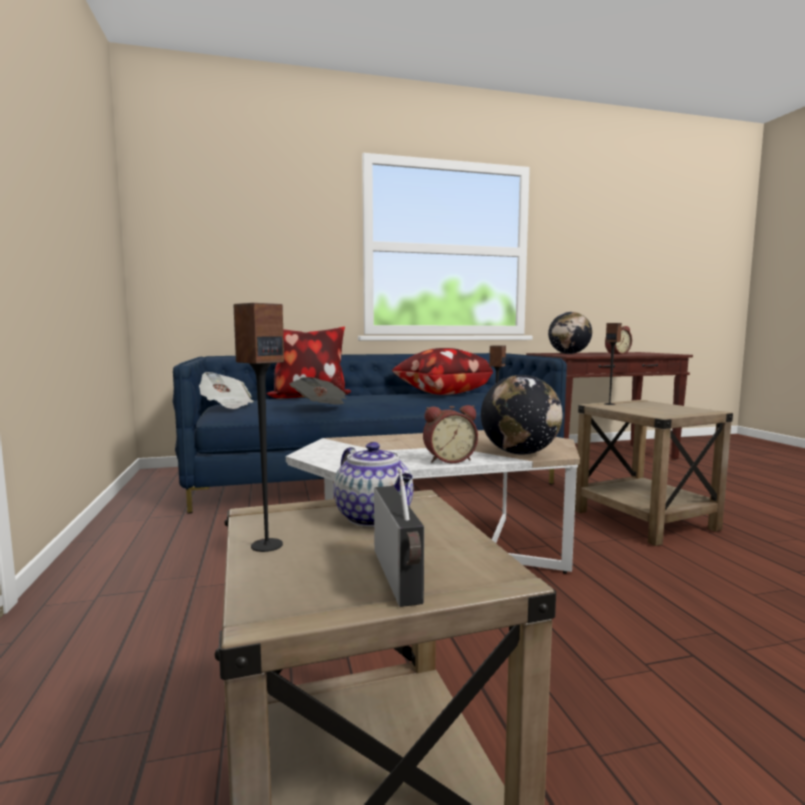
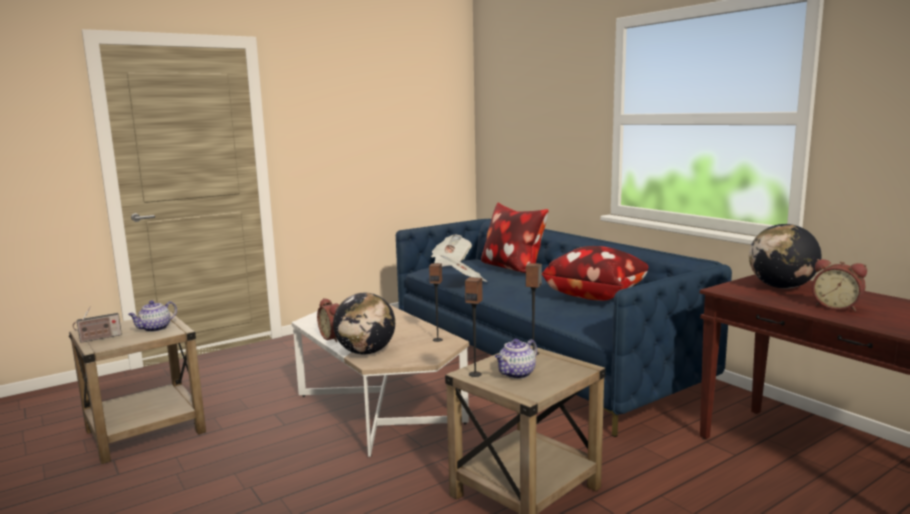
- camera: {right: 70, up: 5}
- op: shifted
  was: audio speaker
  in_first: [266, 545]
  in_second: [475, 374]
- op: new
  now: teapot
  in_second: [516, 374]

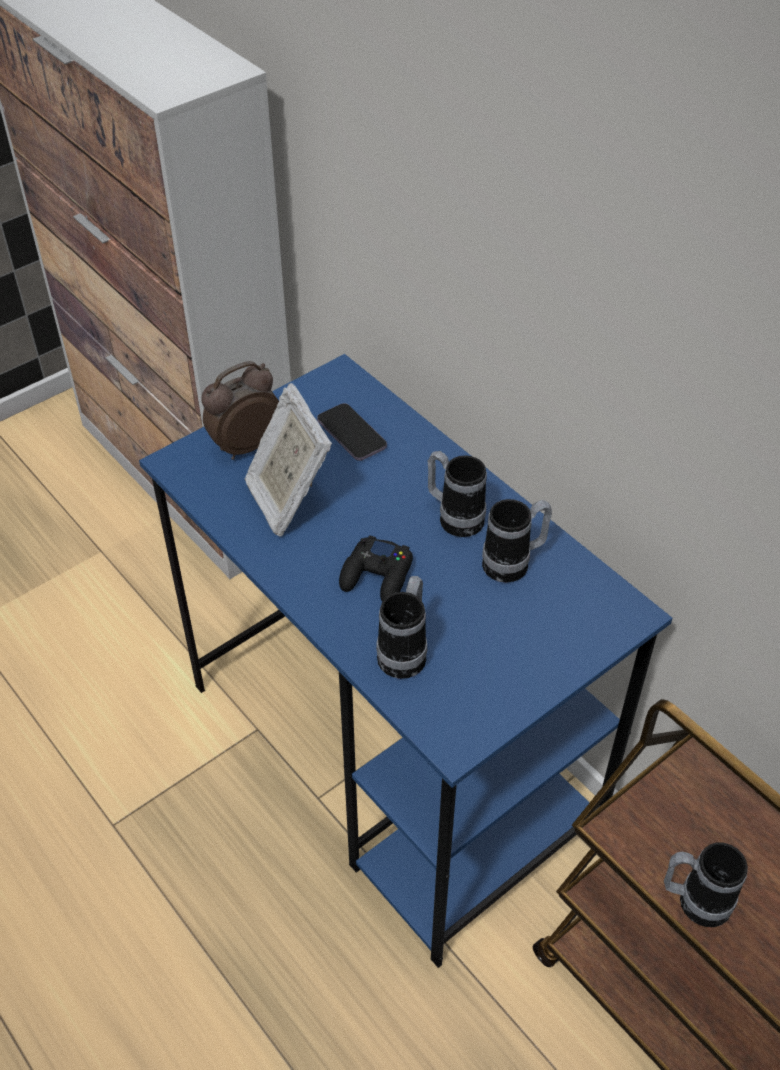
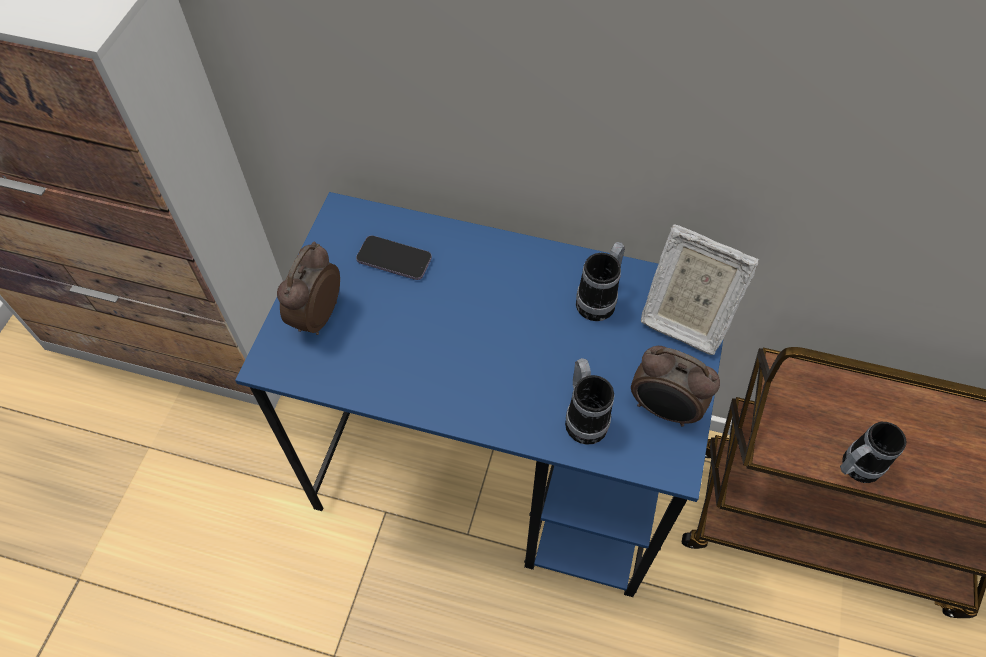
- camera: {right: -35, up: 10}
- op: shifted
  was: standing frame
  in_first: [288, 499]
  in_second: [684, 319]
- op: gone
  was: black joypad
  in_first: [377, 576]
- op: gone
  was: coffee mug
  in_first: [454, 517]
- op: new
  now: bedside clock
  in_second: [664, 410]

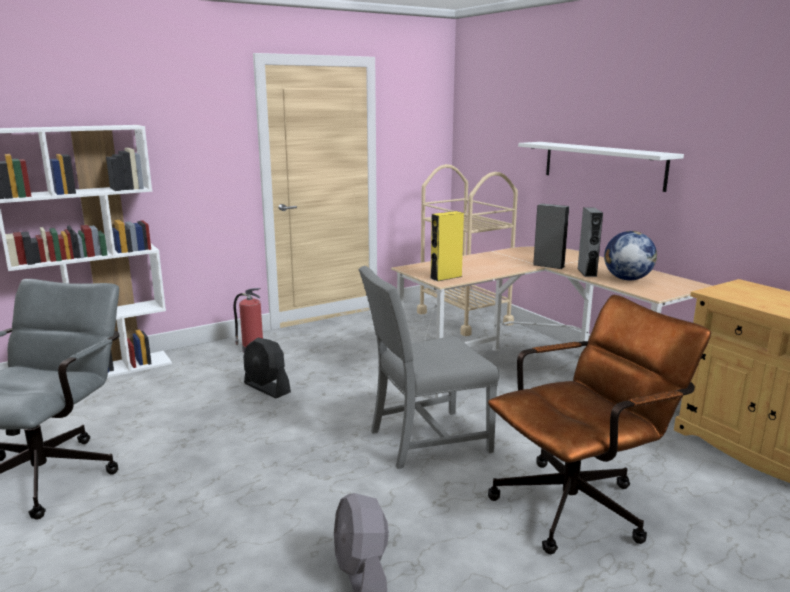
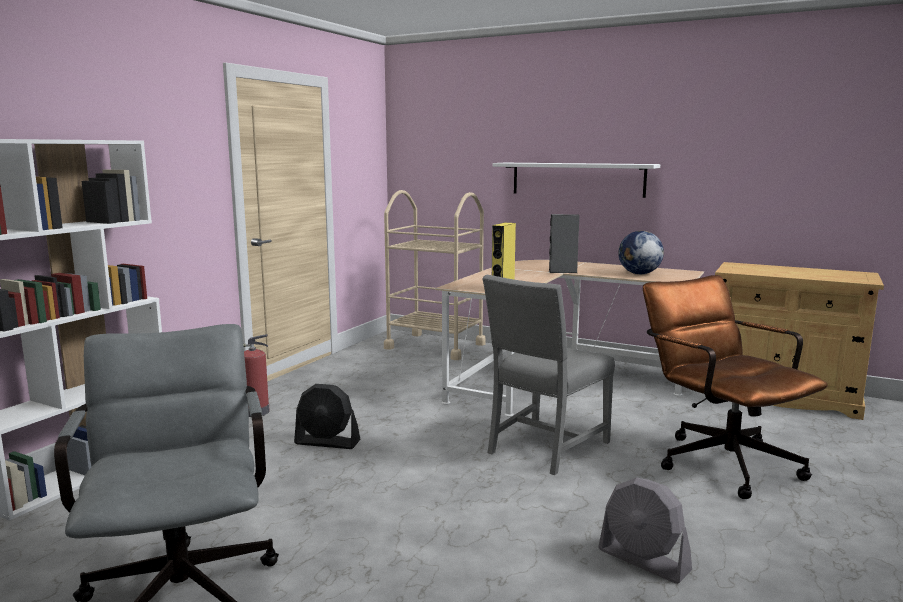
- camera: {right: -30, up: -5}
- op: rotated
  was: brown office chair
  in_first: [580, 504]
  in_second: [718, 459]
  clockwise: -60
- op: gone
  was: greyish audio speaker
  in_first: [587, 272]

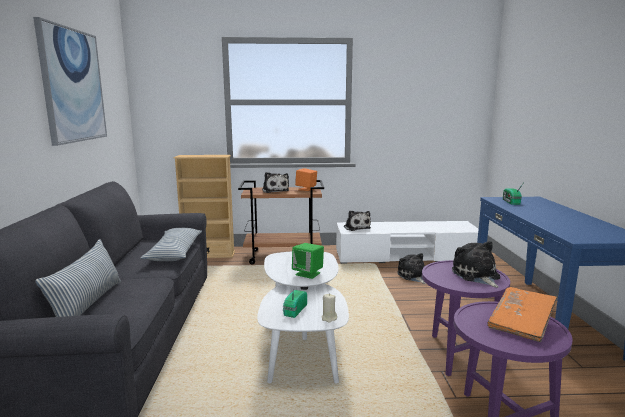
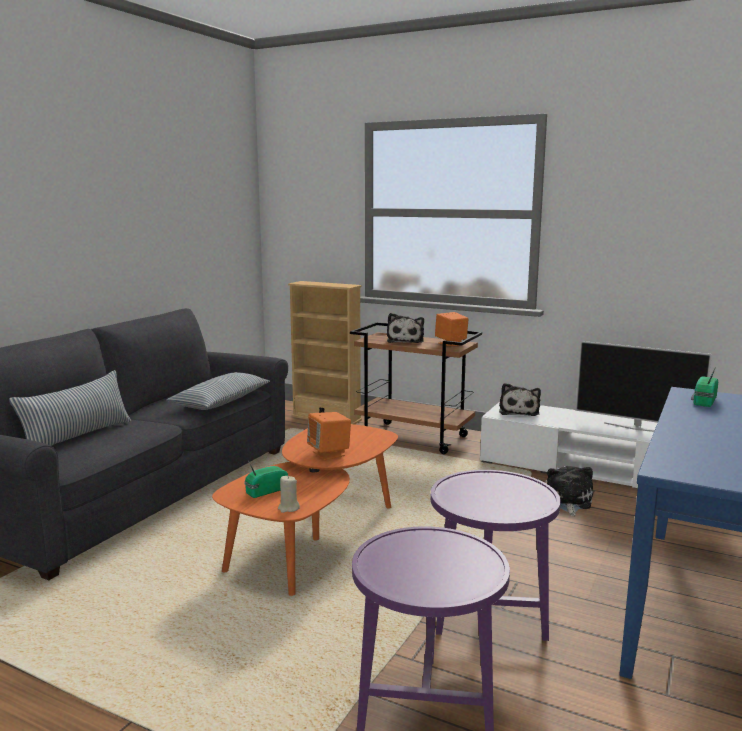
- camera: {right: 30, up: 0}
- op: gone
  was: wall art
  in_first: [73, 85]
- op: repainted
  was: white-coloured low table
  now: orange-coloured low table
  in_first: [302, 338]
  in_second: [315, 538]
- op: repainted
  was: green-coloured audio speaker
  now: orange-coloured audio speaker
  in_first: [308, 274]
  in_second: [329, 453]
- op: gone
  was: cuddly toy
  in_first: [476, 275]
- op: gone
  was: orange-coloured bound book
  in_first: [521, 323]
- op: new
  now: TV set
  in_second: [636, 428]

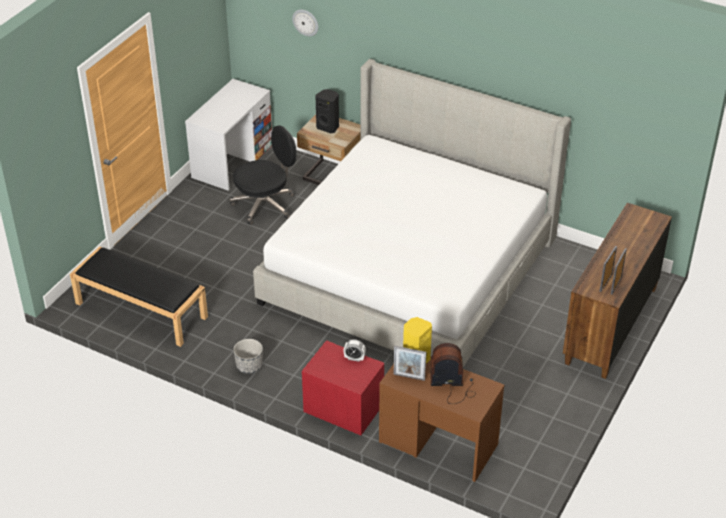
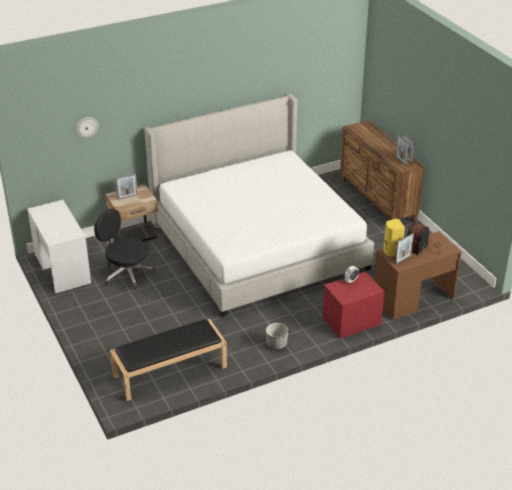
- camera: {right: -55, up: -5}
- op: rotated
  was: black office chair
  in_first: [265, 205]
  in_second: [126, 273]
  clockwise: -60
- op: swapped
  was: black audio speaker
  now: standing frame
  in_first: [328, 127]
  in_second: [127, 197]

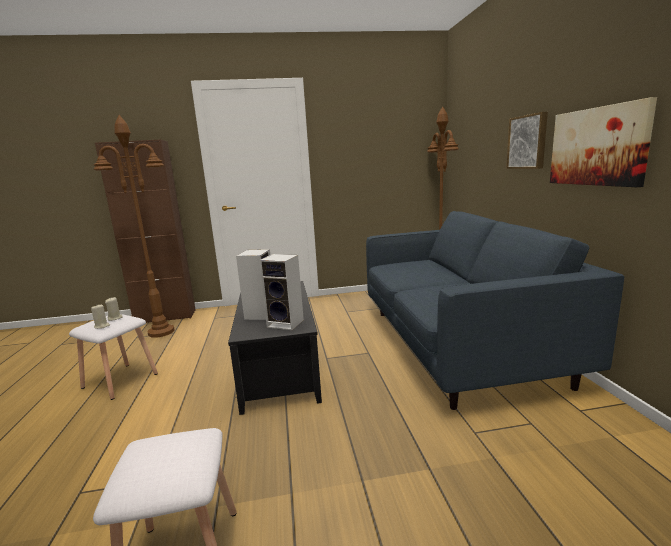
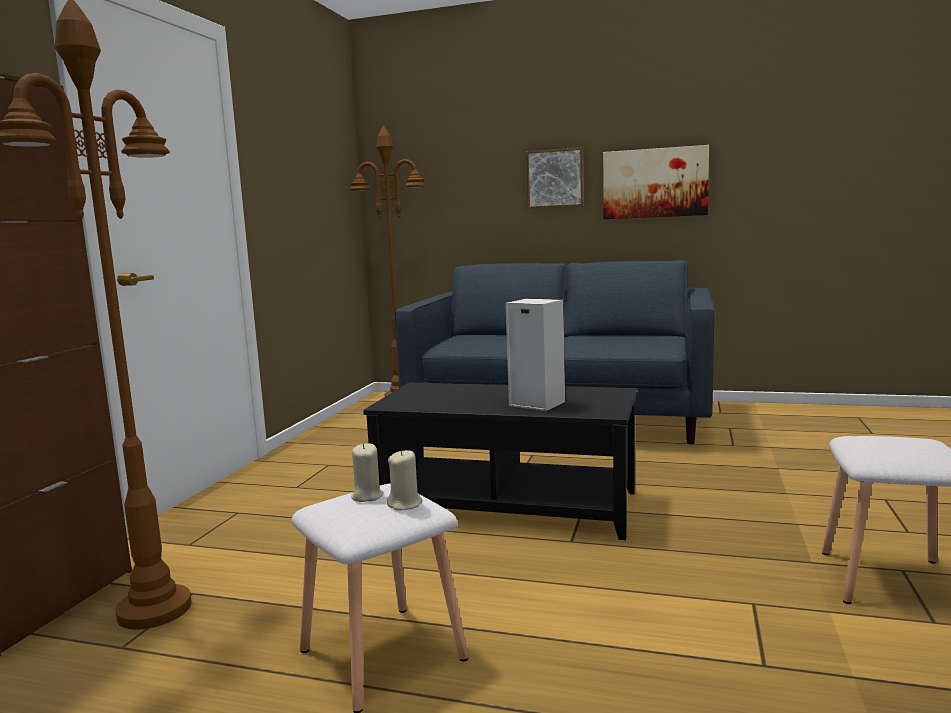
- camera: {right: -65, up: -5}
- op: gone
  was: audio speaker
  in_first: [287, 323]

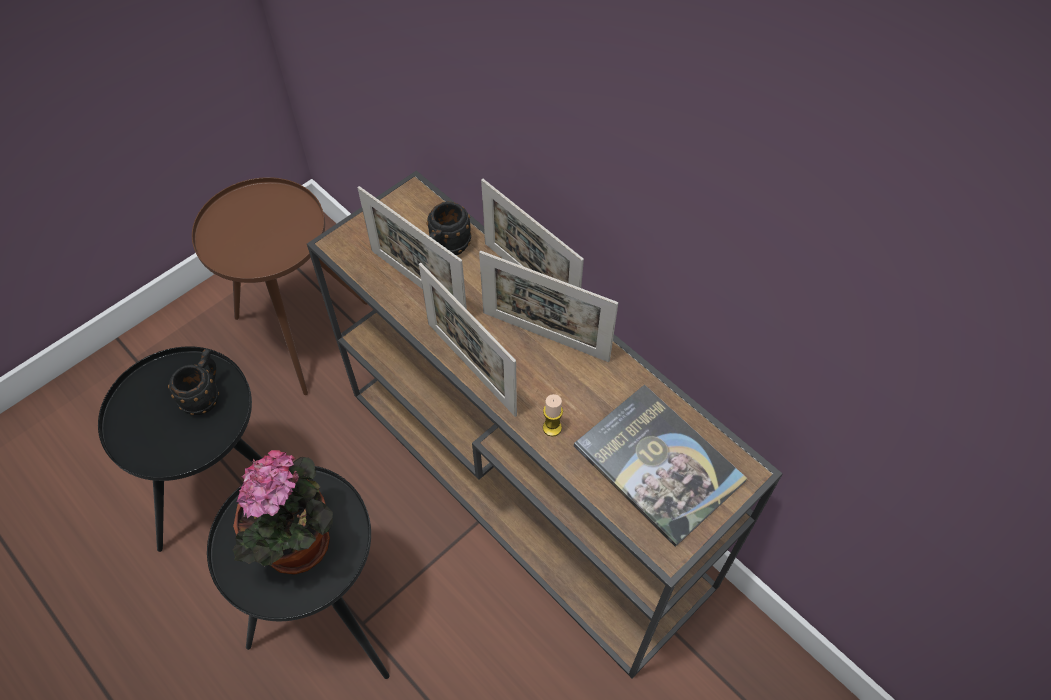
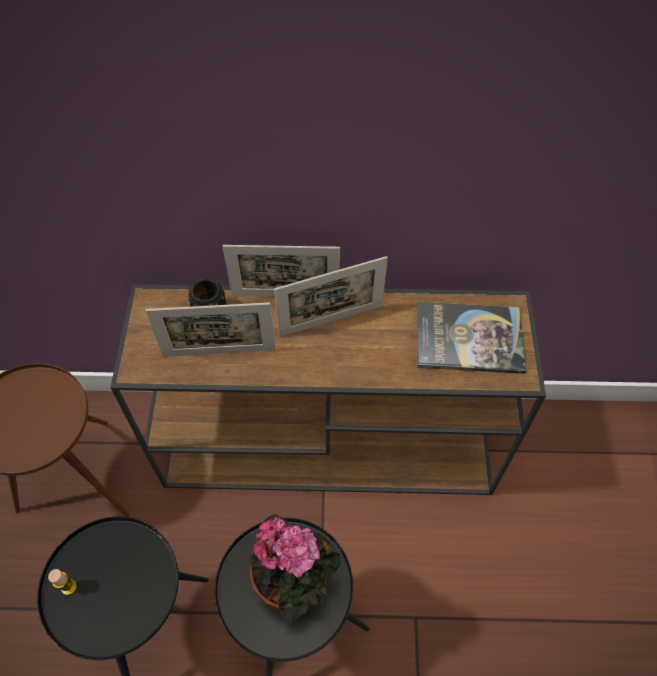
- camera: {right: -45, up: 0}
- op: gone
  was: black coffee mug
  in_first: [205, 395]
- op: gone
  was: standing frame
  in_first: [471, 368]
- op: shifted
  was: wax candle
  in_first: [552, 428]
  in_second: [69, 587]

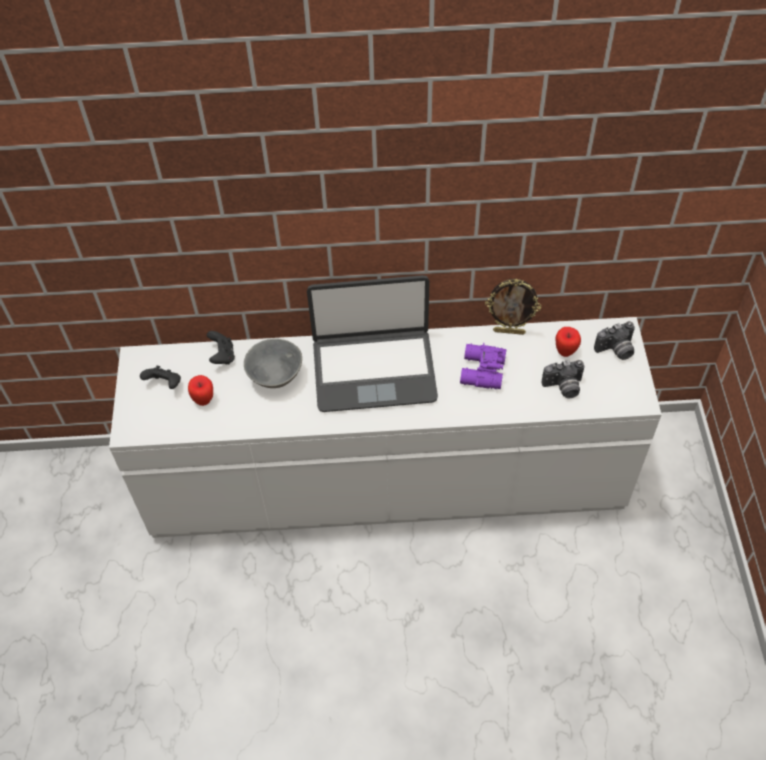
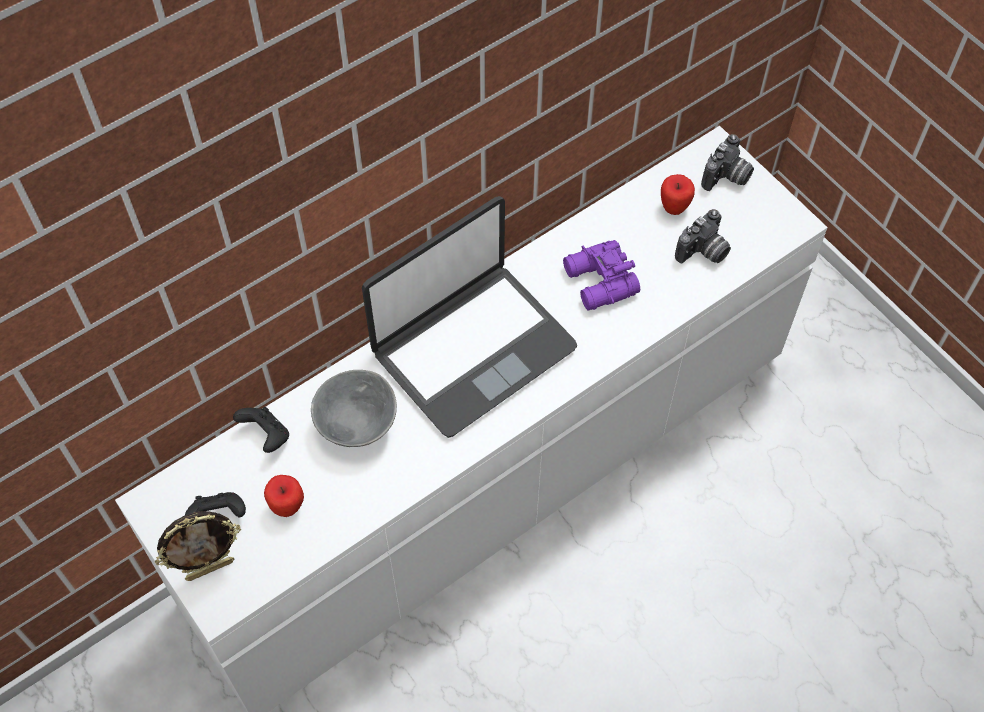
- camera: {right: -35, up: 5}
- op: shifted
  was: standing frame
  in_first: [509, 331]
  in_second: [210, 568]

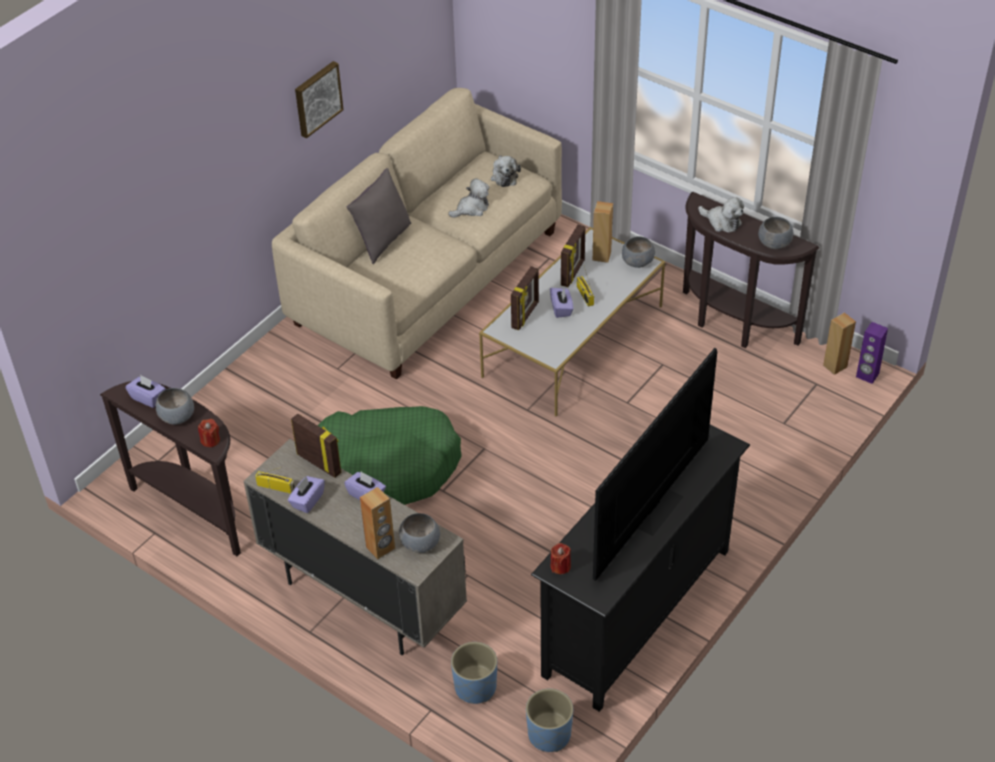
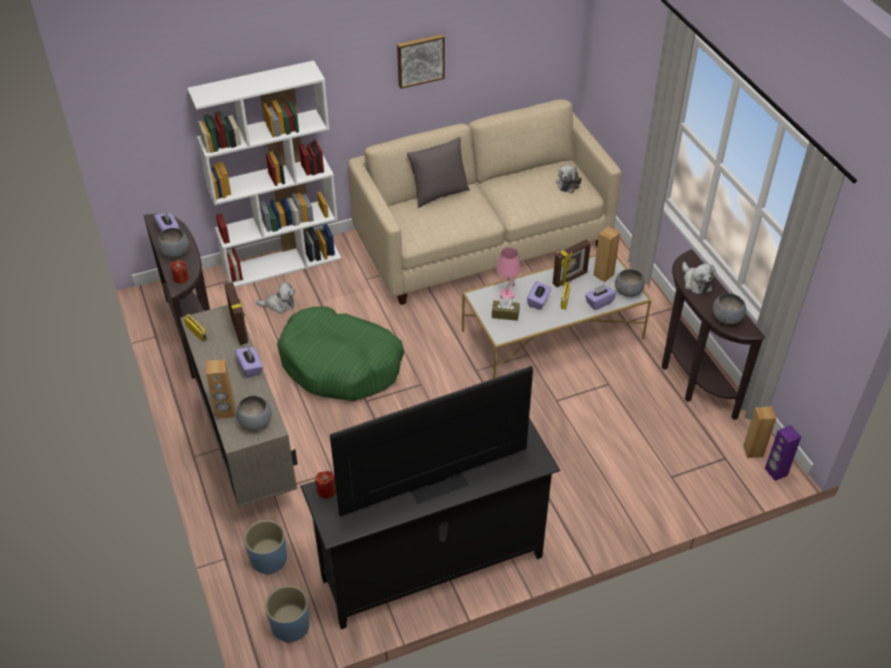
- camera: {right: 30, up: 0}
- op: shifted
  was: purple-coloured box of tissues
  in_first: [307, 501]
  in_second: [599, 302]
- op: shifted
  was: cuddly toy
  in_first: [471, 208]
  in_second: [279, 304]
- op: swapped
  was: standing frame
  now: pink lamp for a table
  in_first: [525, 315]
  in_second: [507, 295]
- op: new
  now: white-coloured bookcase
  in_second: [282, 263]
- op: new
  now: brown box of tissues
  in_second: [505, 314]

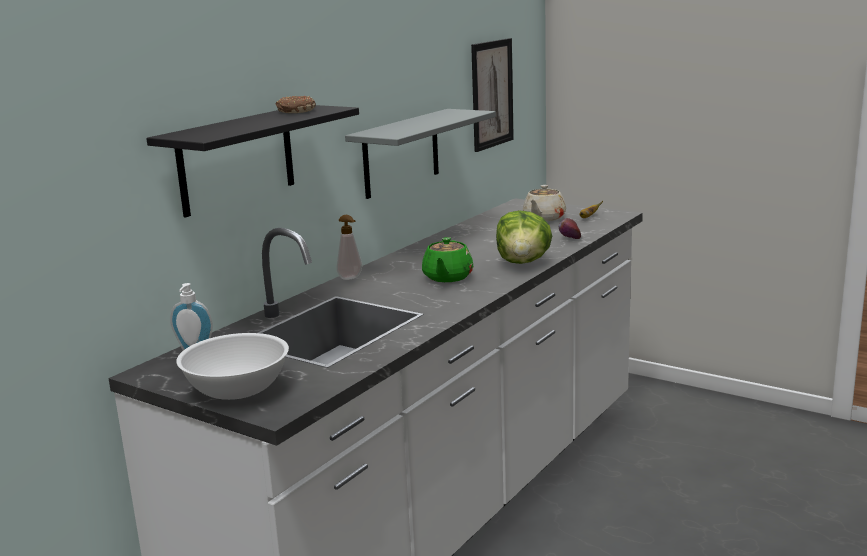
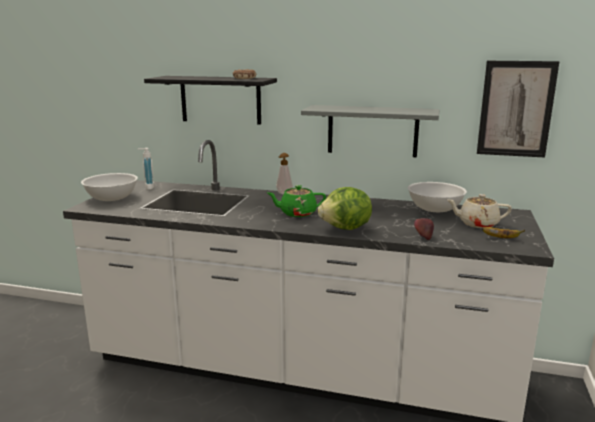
- camera: {right: 70, up: 0}
- op: new
  now: white-coloured serving bowl
  in_second: [434, 209]

